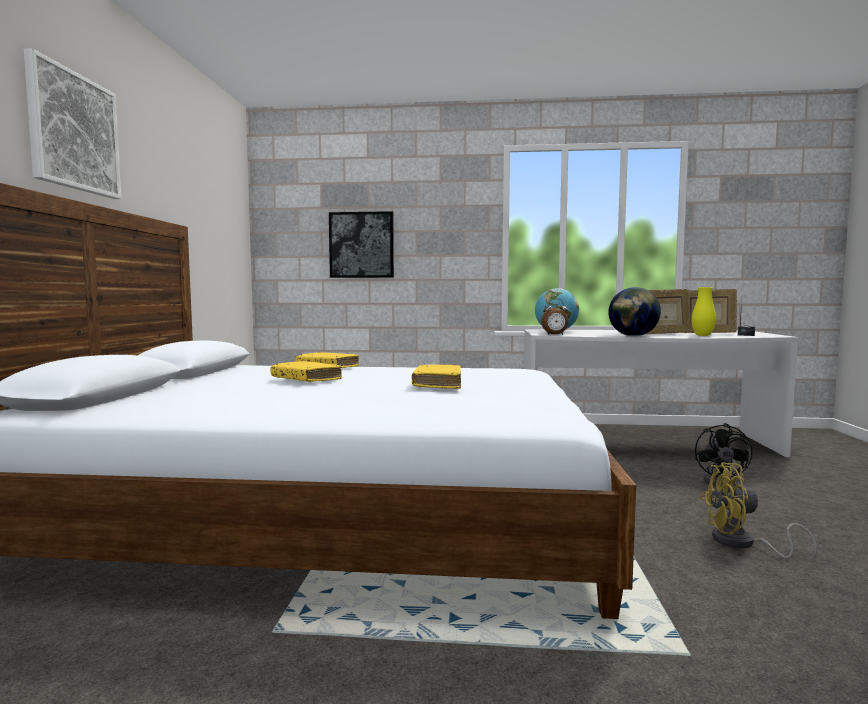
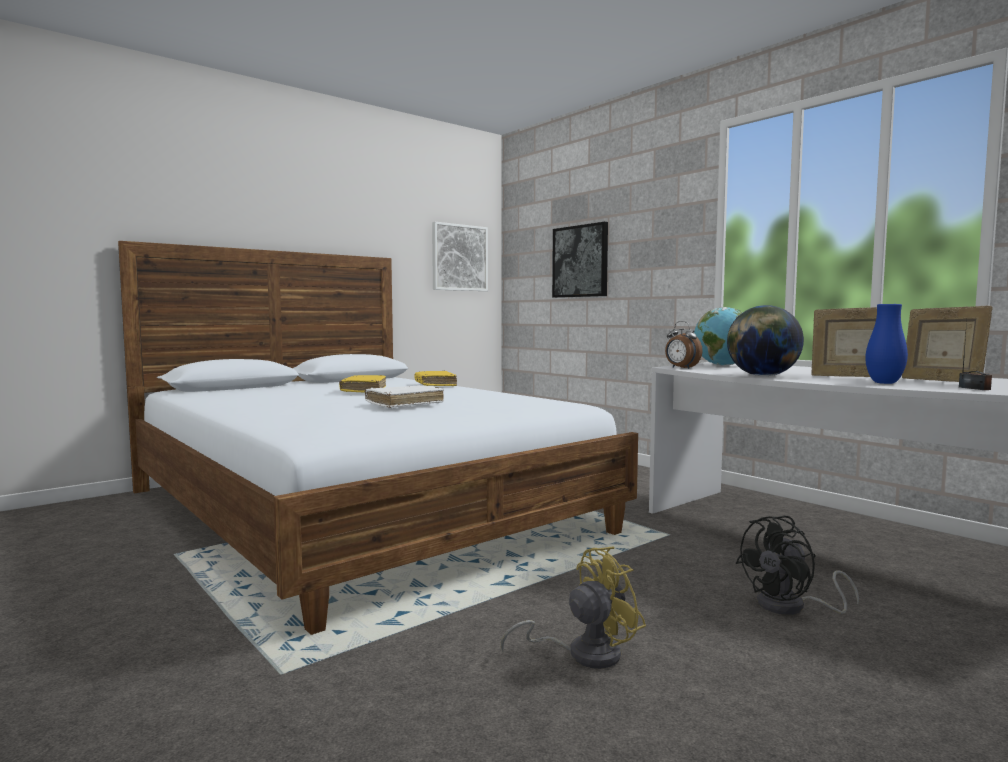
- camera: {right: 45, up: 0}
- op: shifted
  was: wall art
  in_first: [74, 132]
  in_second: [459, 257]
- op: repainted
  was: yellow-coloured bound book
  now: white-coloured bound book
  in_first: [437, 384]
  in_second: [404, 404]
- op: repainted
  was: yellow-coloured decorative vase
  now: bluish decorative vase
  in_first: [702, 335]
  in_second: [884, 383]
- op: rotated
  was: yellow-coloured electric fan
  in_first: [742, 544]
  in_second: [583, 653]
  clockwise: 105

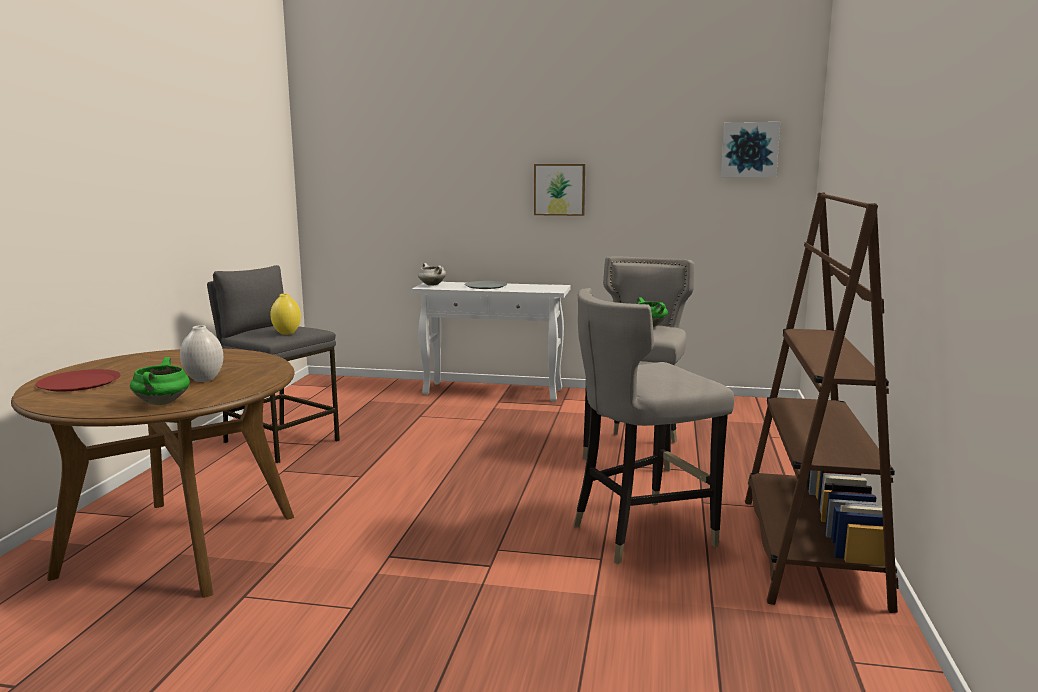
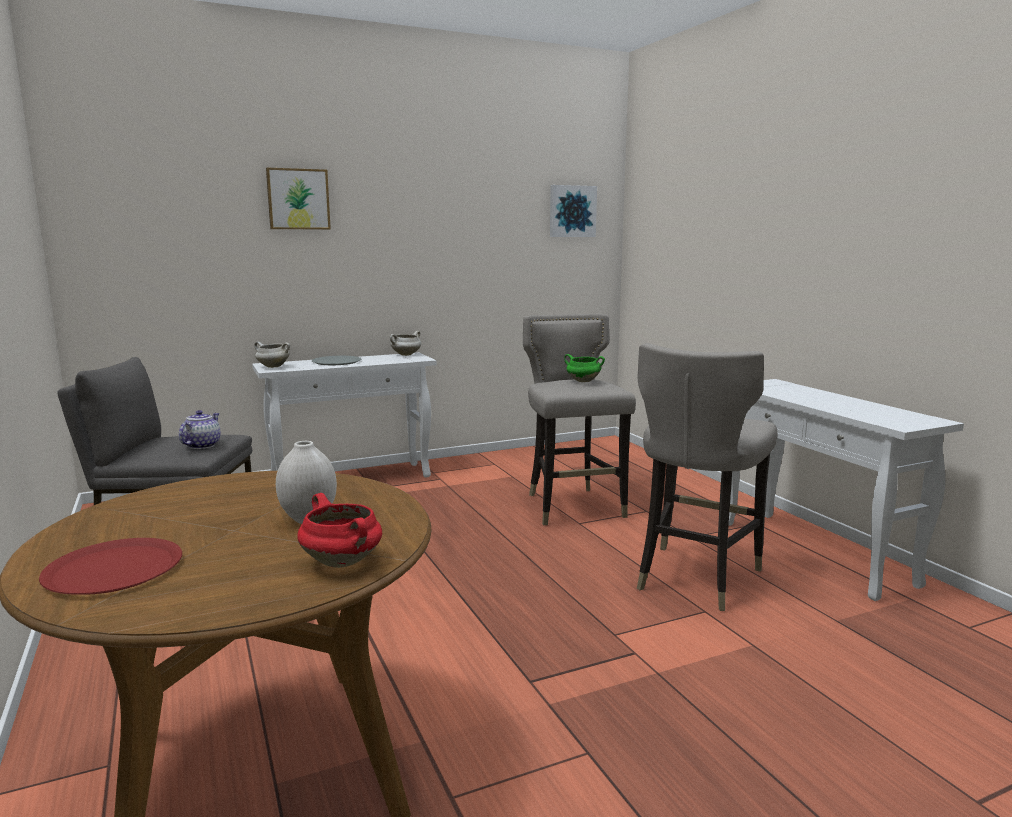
- camera: {right: -35, up: 0}
- op: repainted
  was: green-coloured cooking pot
  now: reddish cooking pot
  in_first: [162, 403]
  in_second: [343, 562]
- op: swapped
  was: yellow-coloured decorative vase
  now: teapot
  in_first: [287, 333]
  in_second: [202, 445]
- op: shifted
  was: wall art
  in_first: [559, 189]
  in_second: [298, 199]
- op: swapped
  was: brown bookcase
  now: white-coloured hall table
  in_first: [810, 550]
  in_second: [816, 553]
- op: new
  now: white-coloured cooking pot
  in_second: [406, 355]

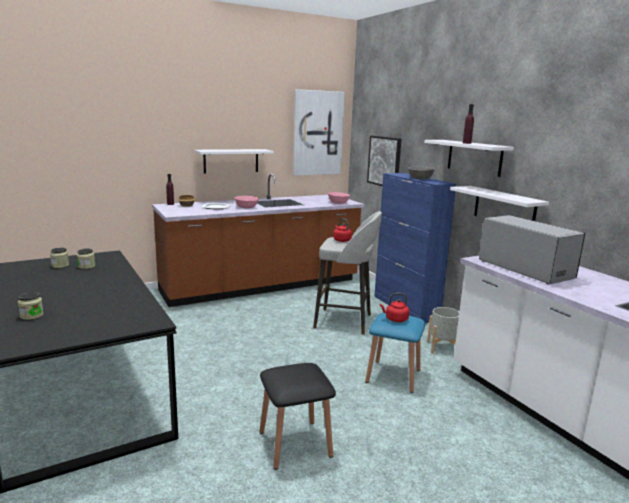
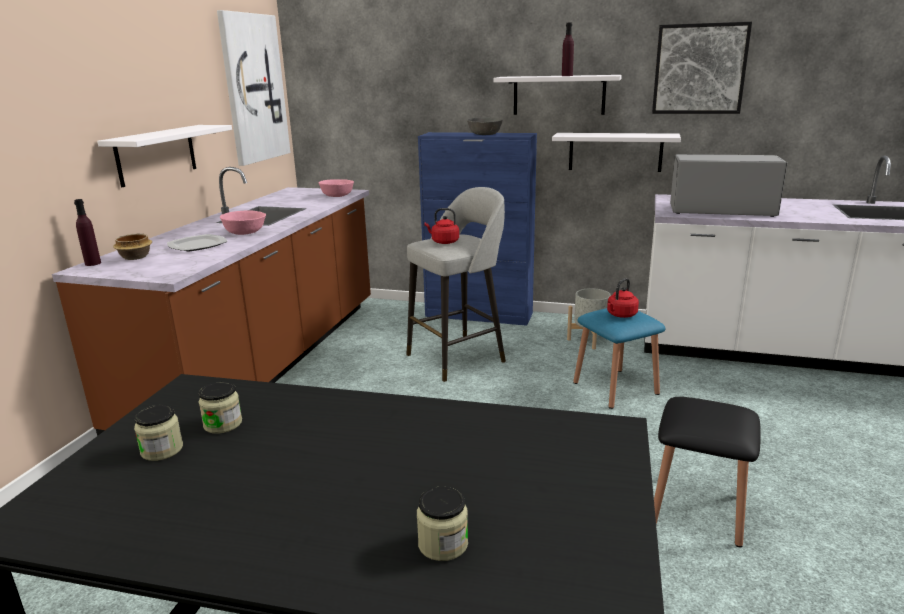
- camera: {right: -45, up: 5}
- op: shifted
  was: wall art
  in_first: [384, 161]
  in_second: [699, 69]

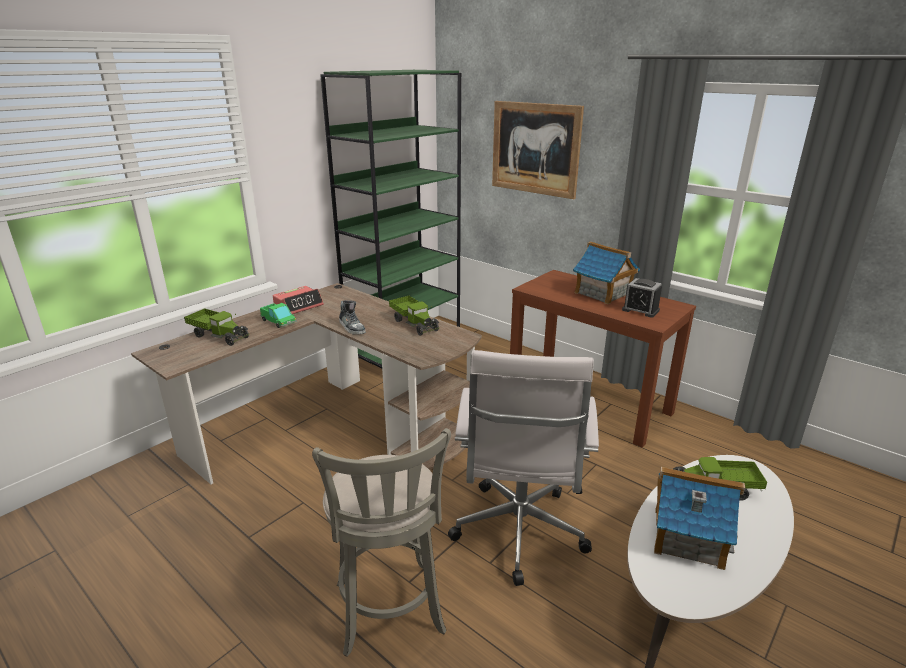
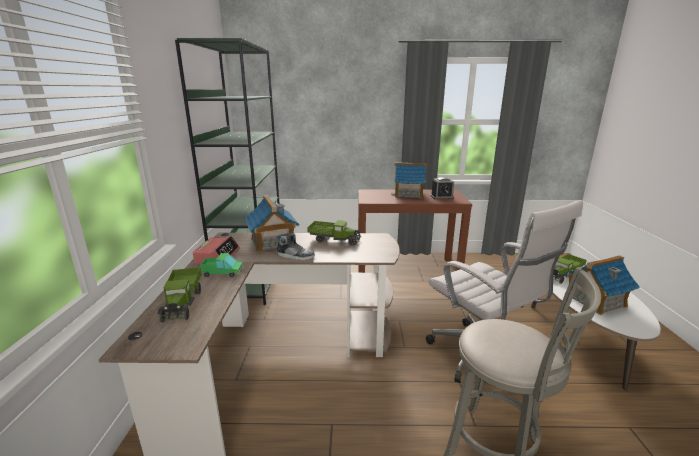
- camera: {right: -40, up: -5}
- op: rotated
  was: toy truck
  in_first: [219, 335]
  in_second: [183, 302]
  clockwise: 90
- op: gone
  was: wall art
  in_first: [535, 148]
- op: new
  now: miniature house
  in_second: [272, 242]

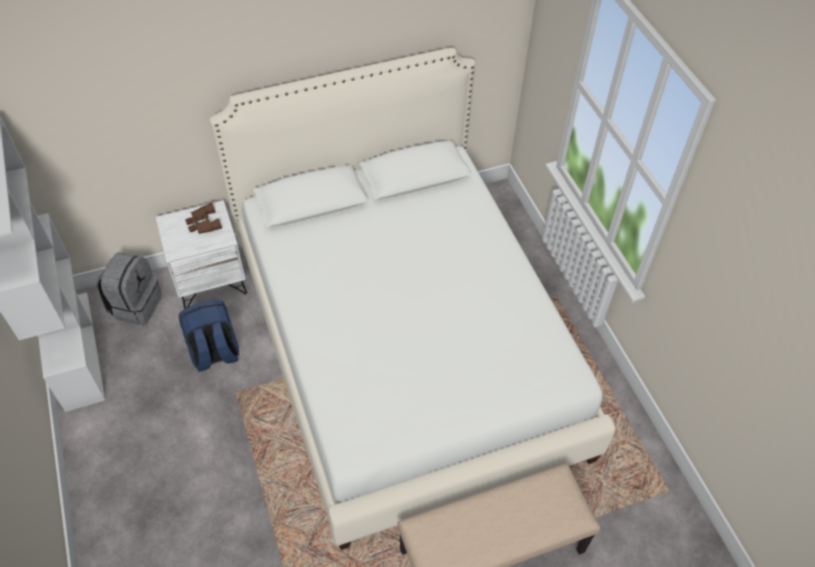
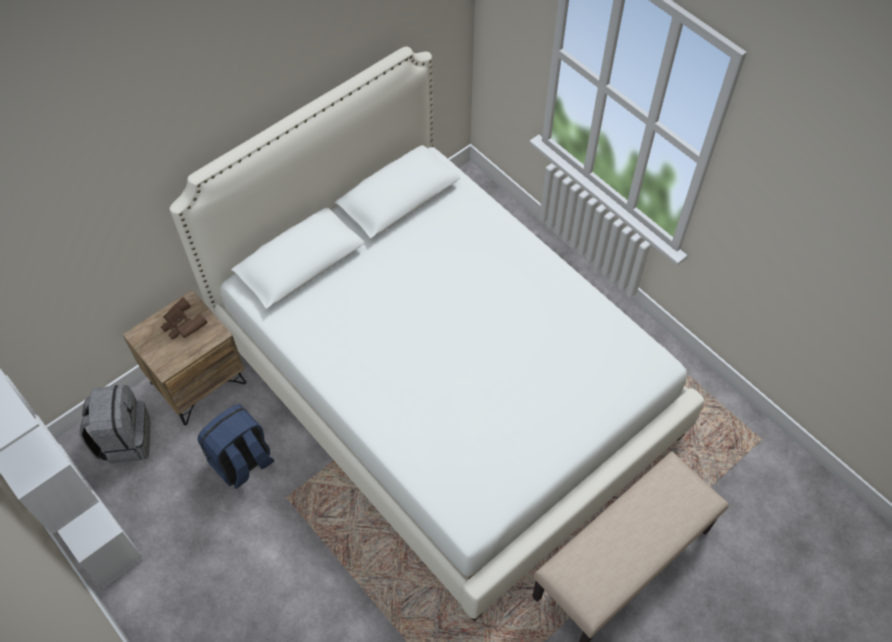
- camera: {right: -20, up: 5}
- op: repainted
  was: white-coloured bedside table
  now: brown bedside table
  in_first: [210, 281]
  in_second: [198, 382]

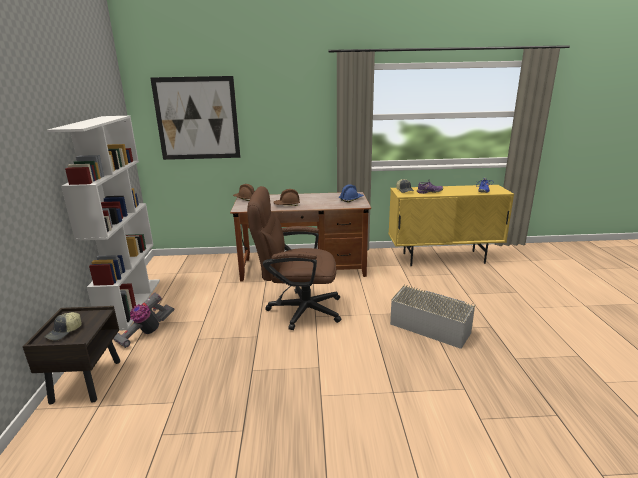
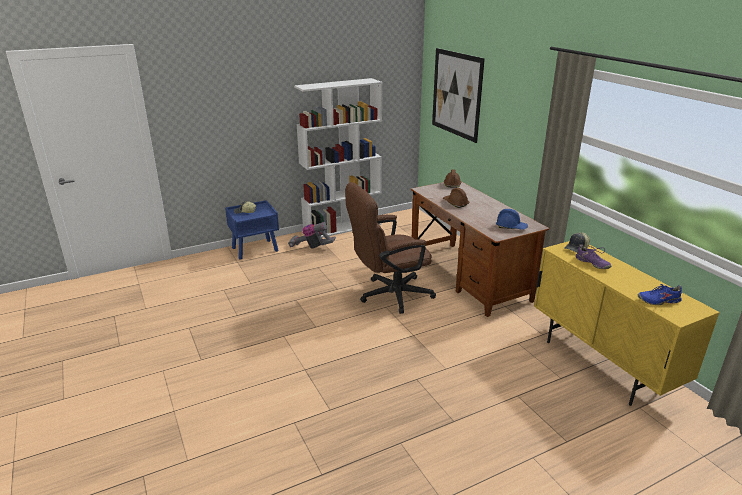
- camera: {right: 65, up: 5}
- op: repainted
  was: brown bedside table
  now: bluish bedside table
  in_first: [87, 381]
  in_second: [255, 249]
- op: rotated
  was: brown office chair
  in_first: [297, 309]
  in_second: [389, 295]
  clockwise: -90
- op: gone
  was: greyish storage box
  in_first: [431, 324]

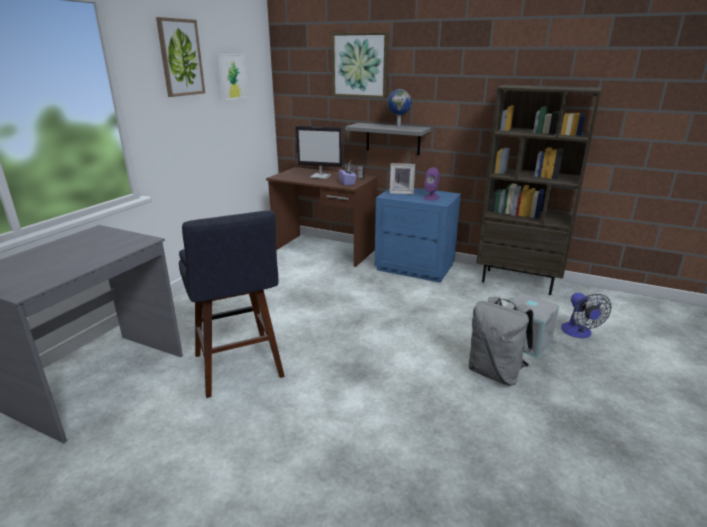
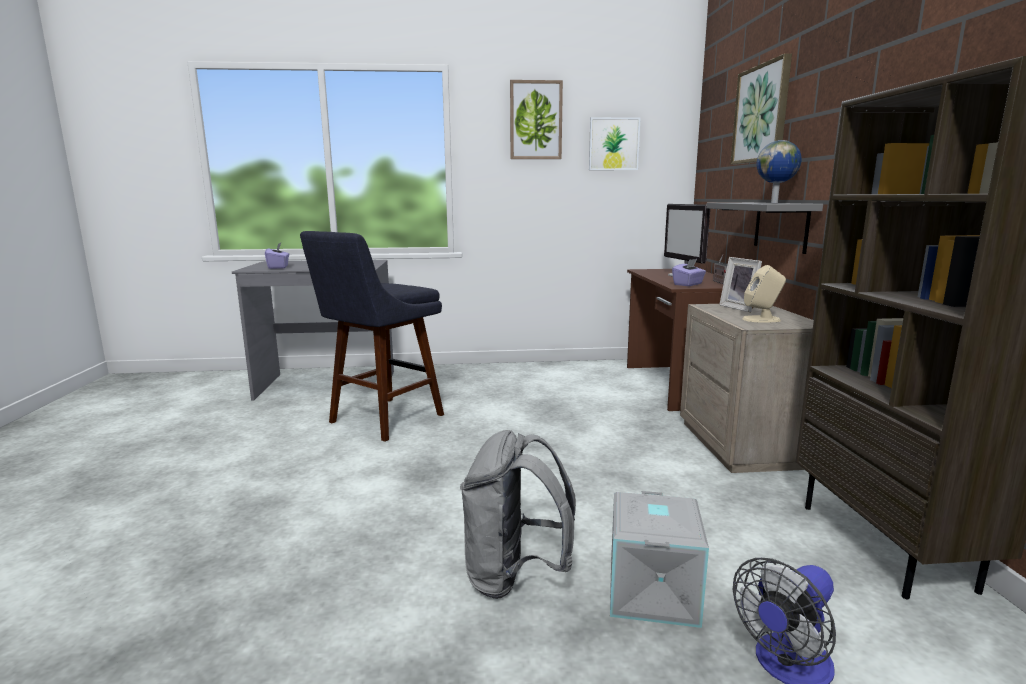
- camera: {right: 60, up: -10}
- op: repainted
  was: bluish bedside table
  now: beige bedside table
  in_first: [415, 267]
  in_second: [743, 444]
- op: repainted
  was: purple-coloured audio speaker
  now: beige audio speaker
  in_first: [431, 197]
  in_second: [762, 319]
- op: new
  now: purple-coloured box of tissues
  in_second: [278, 267]

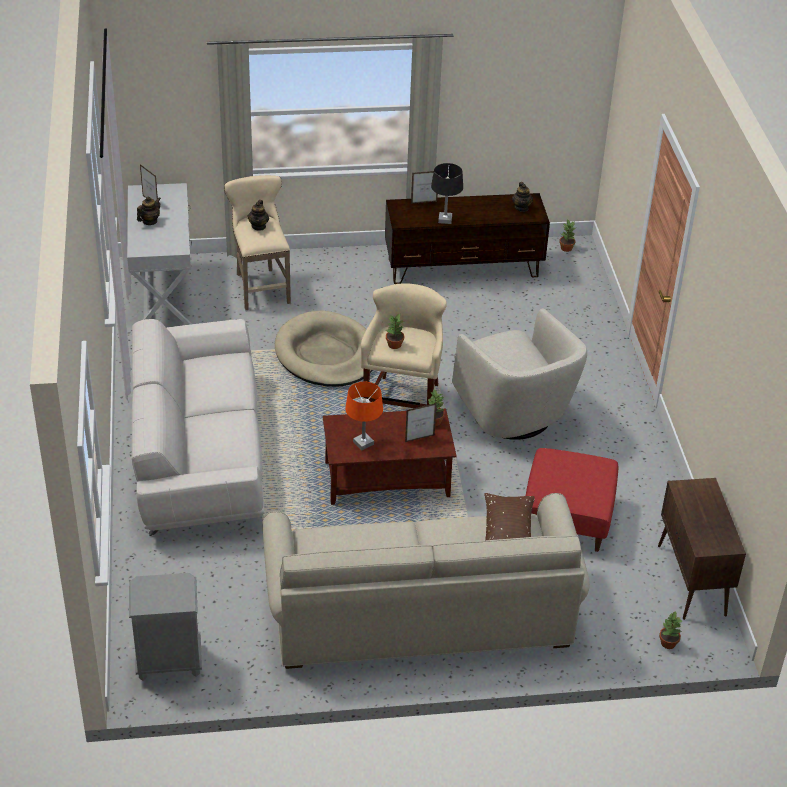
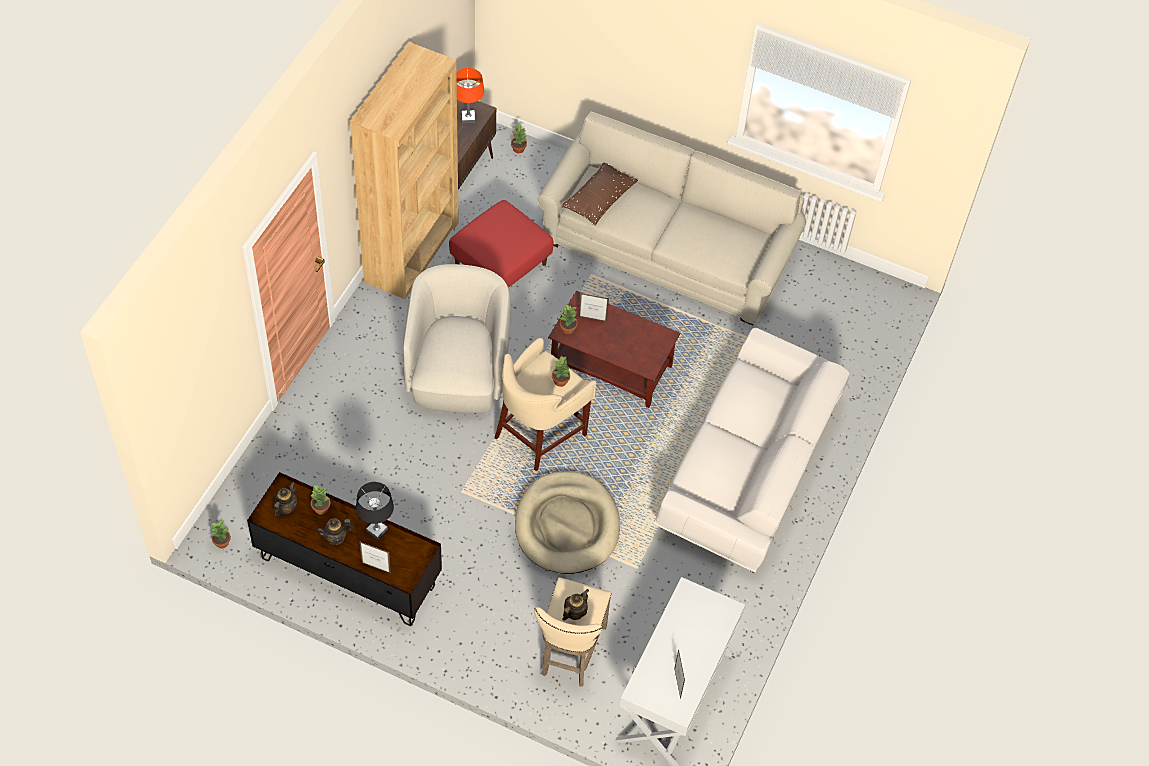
- camera: {right: -150, up: 15}
- op: gone
  was: greyish bedside table
  in_first: [169, 662]
- op: shifted
  was: teapot
  in_first: [149, 221]
  in_second: [336, 537]
- op: shifted
  was: orange-coloured lamp for a table
  in_first: [363, 443]
  in_second: [468, 118]
- op: new
  now: houseplant
  in_second: [320, 508]
- op: new
  now: brown bookcase
  in_second: [412, 251]

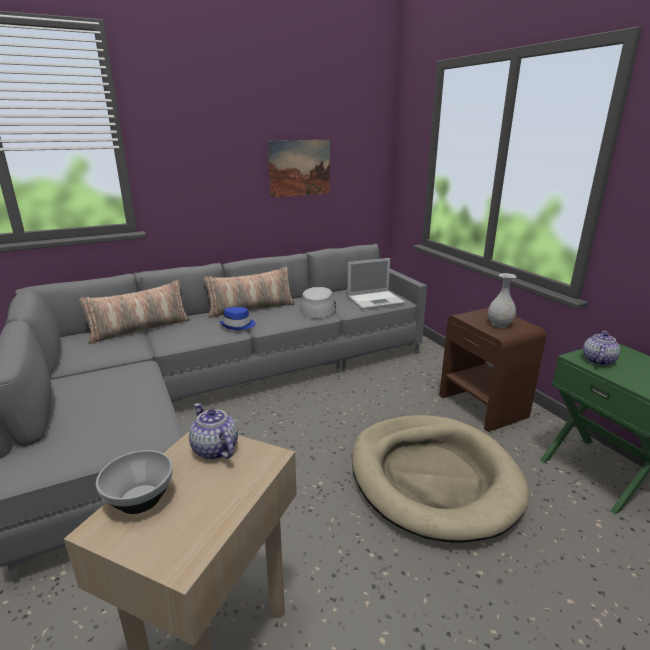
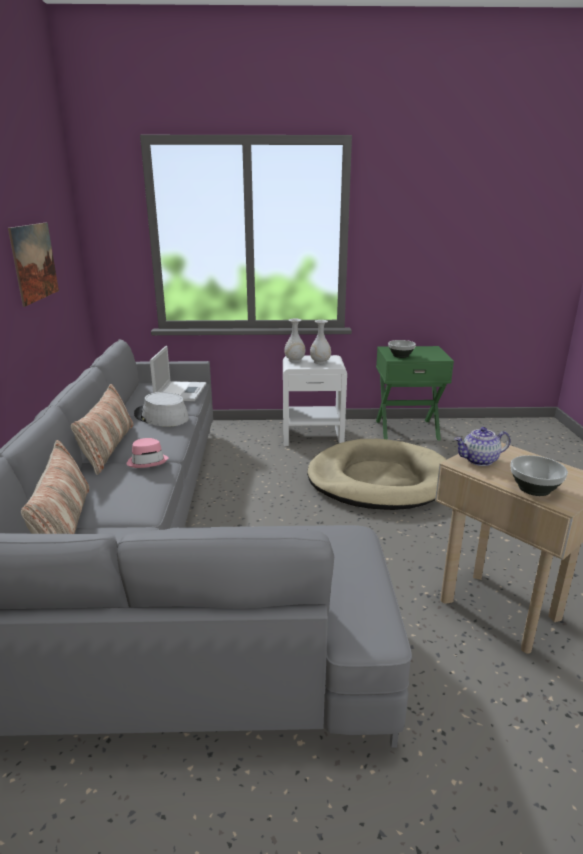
- camera: {right: -65, up: 0}
- op: repainted
  was: bluish hat
  now: pink hat
  in_first: [238, 325]
  in_second: [147, 461]
- op: repainted
  was: brown bedside table
  now: white-coloured bedside table
  in_first: [483, 406]
  in_second: [313, 436]
- op: swapped
  was: teapot
  now: serving bowl
  in_first: [597, 360]
  in_second: [400, 356]
- op: new
  now: white-coloured decorative vase
  in_second: [295, 360]

